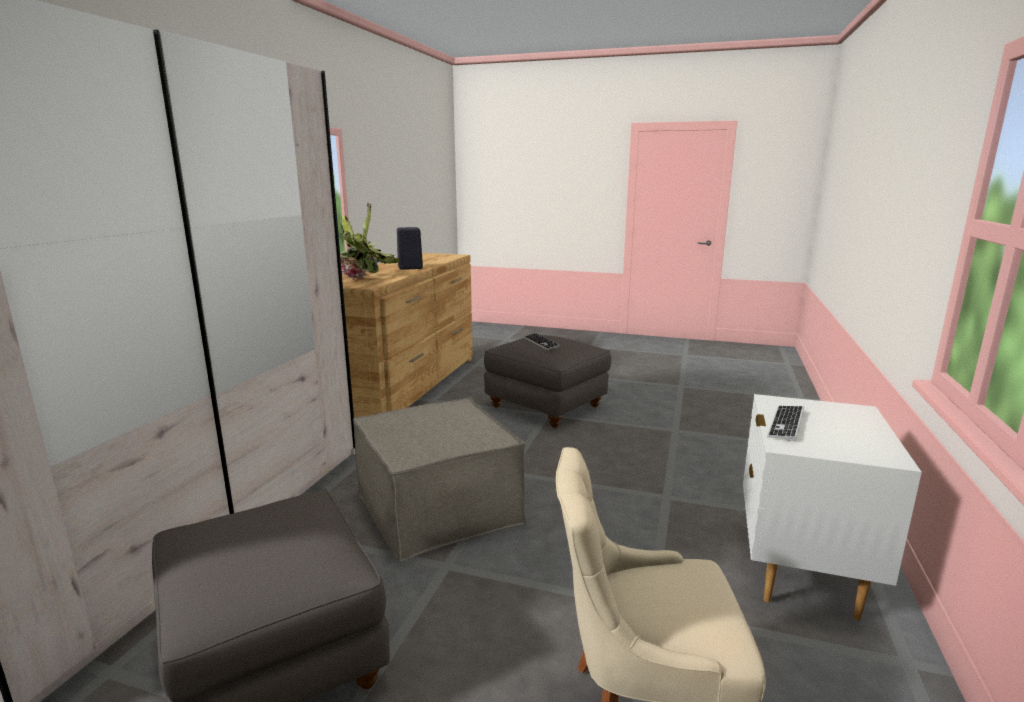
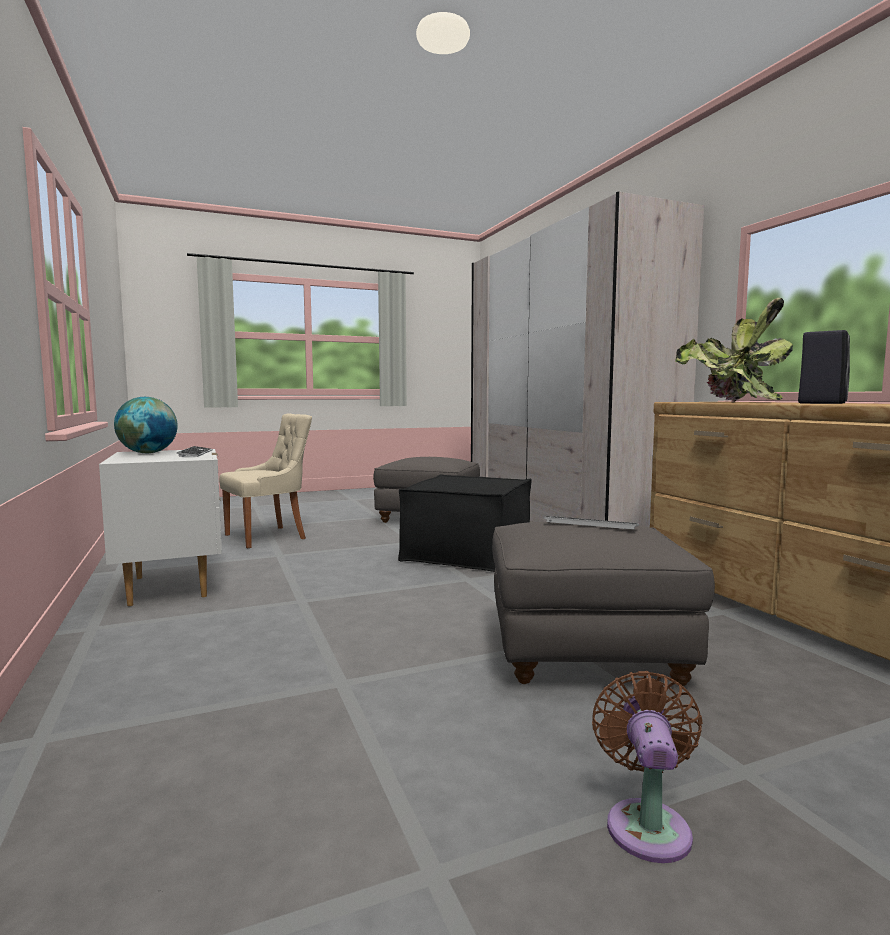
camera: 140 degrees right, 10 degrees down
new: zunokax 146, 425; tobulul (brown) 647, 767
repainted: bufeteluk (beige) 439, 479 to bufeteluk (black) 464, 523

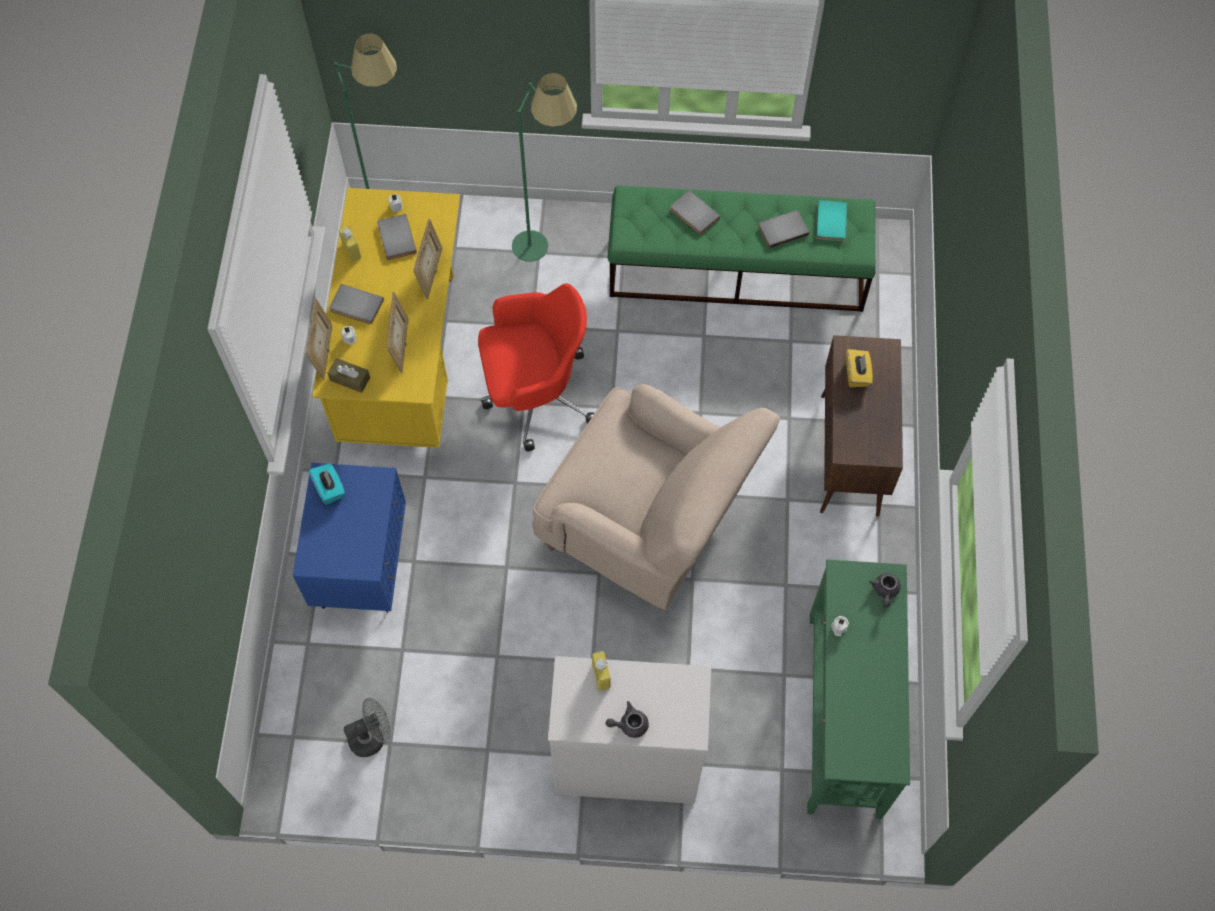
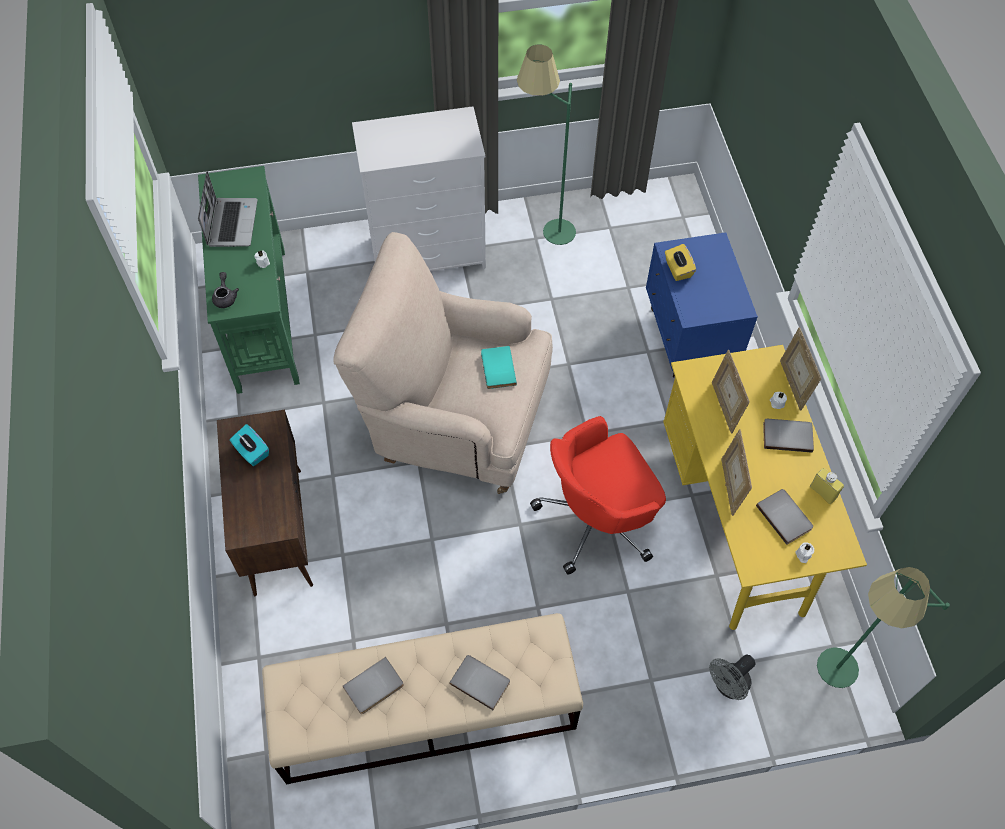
camera: 165 degrees right, 5 degrees down
gone: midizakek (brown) 349, 375; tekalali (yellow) 601, 671; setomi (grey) 627, 719
new: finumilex 228, 209
shifted: midizakek (turquoise) 327, 484 to 249, 445; tobulul (grey) 367, 727 to 732, 677; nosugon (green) 544, 167 to 546, 145; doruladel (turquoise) 831, 220 to 499, 367; midizakek (yellow) 859, 368 to 680, 262
repainted: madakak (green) 741, 248 to madakak (beige) 422, 698

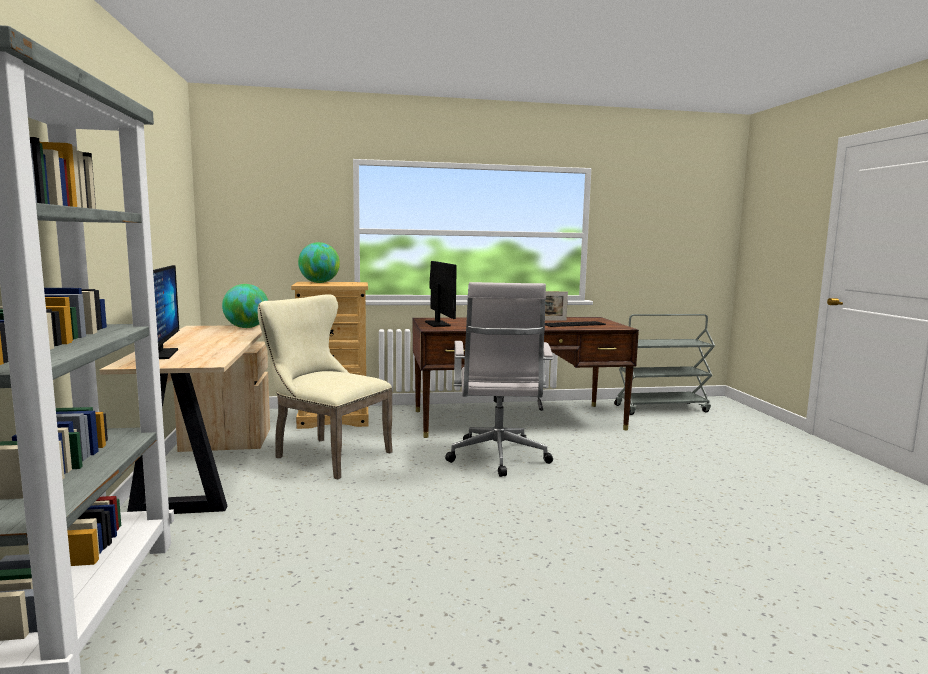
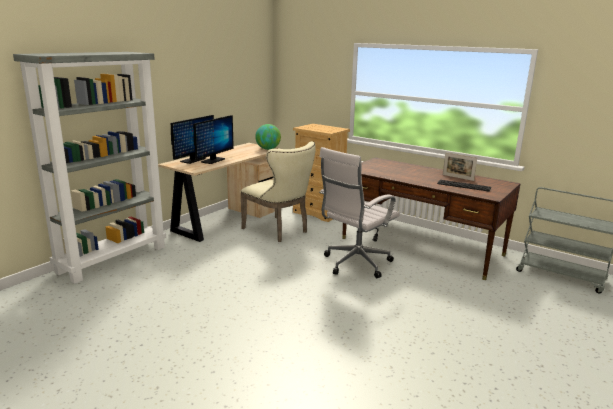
camera: 45 degrees right, 10 degrees up
gone: zunokax 319, 262
shifted: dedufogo 441, 294 to 213, 139
rotated: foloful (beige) 325, 386 = 278, 191 150 degrees clockwise

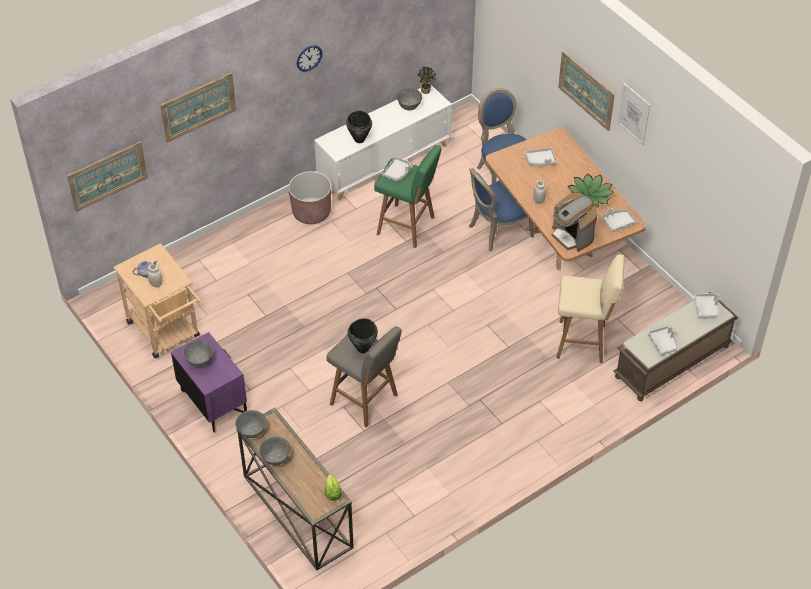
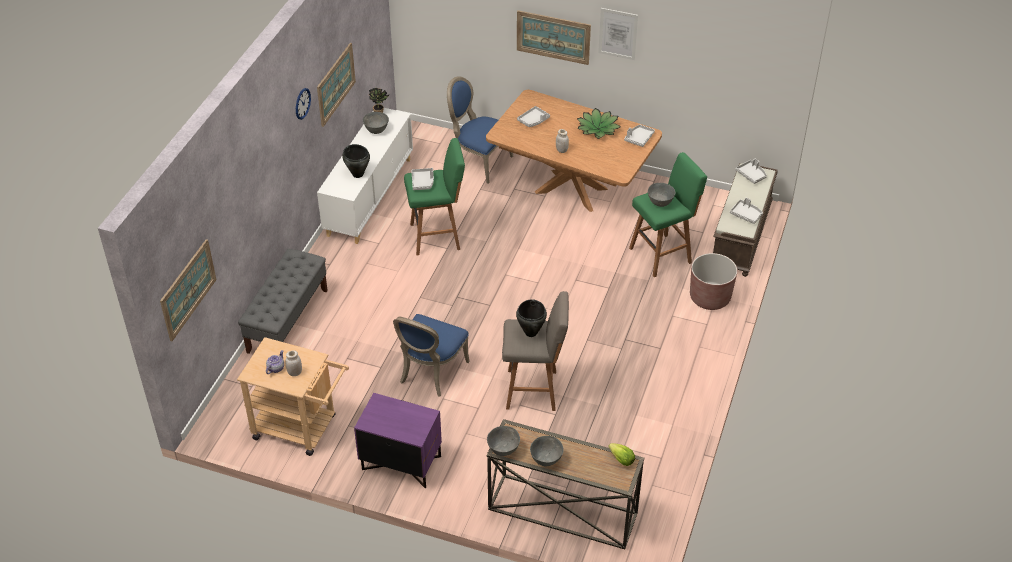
camera: 35 degrees left, 5 degrees down
gone: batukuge 574, 222
new: madakak (grey) 283, 301
shifted: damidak 198, 108 to 336, 85; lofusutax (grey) 198, 353 to 661, 195; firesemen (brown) 310, 197 to 713, 281; foloful (blue) 501, 210 to 431, 355
repainted: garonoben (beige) 590, 308 to garonoben (green) 668, 214

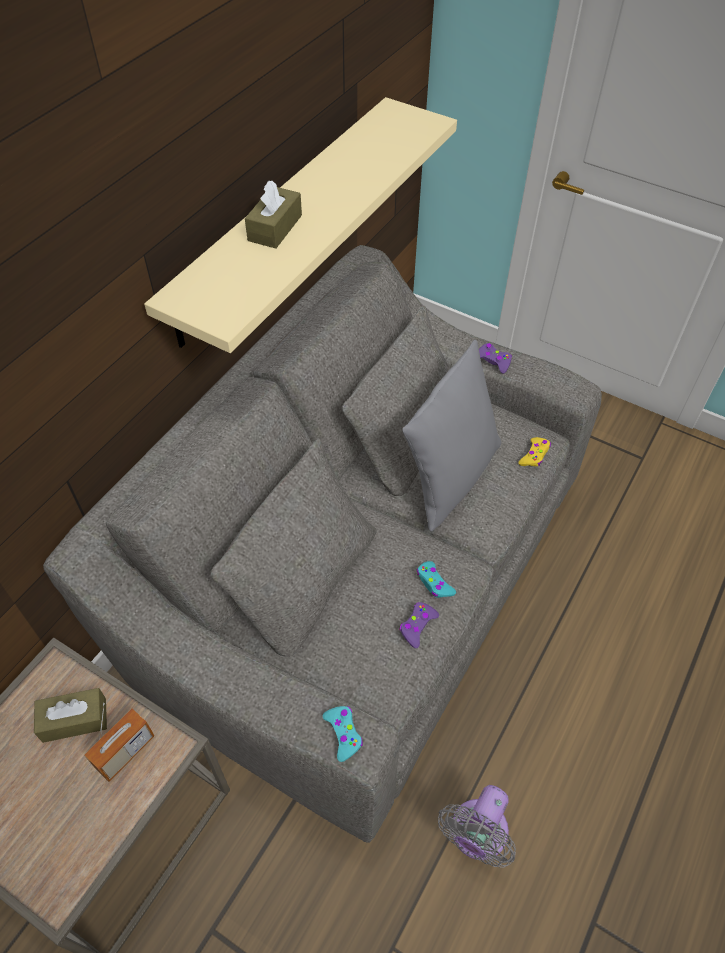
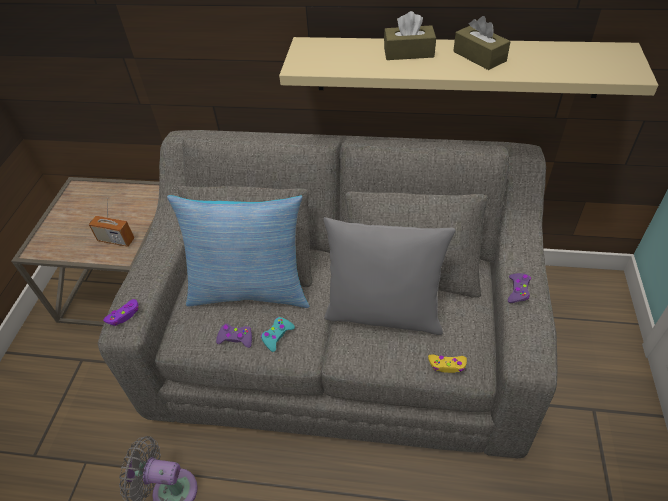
camera: 70 degrees right, 5 degrees down
new: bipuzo 238, 251
shifted: midizakek (brown) 70, 715 to 482, 43
repainted: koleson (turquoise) 343, 734 to koleson (purple) 120, 312

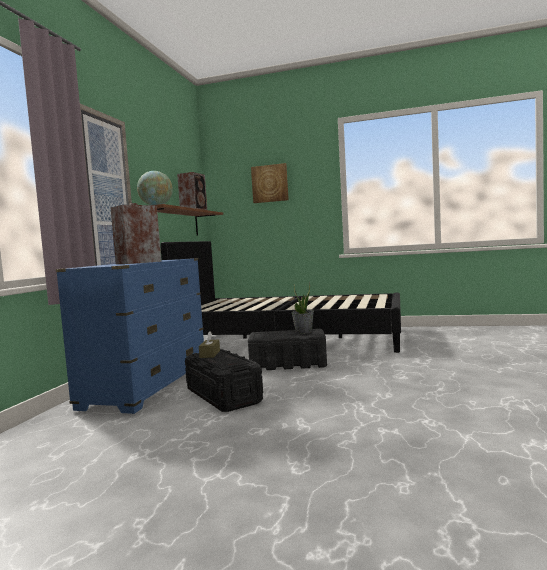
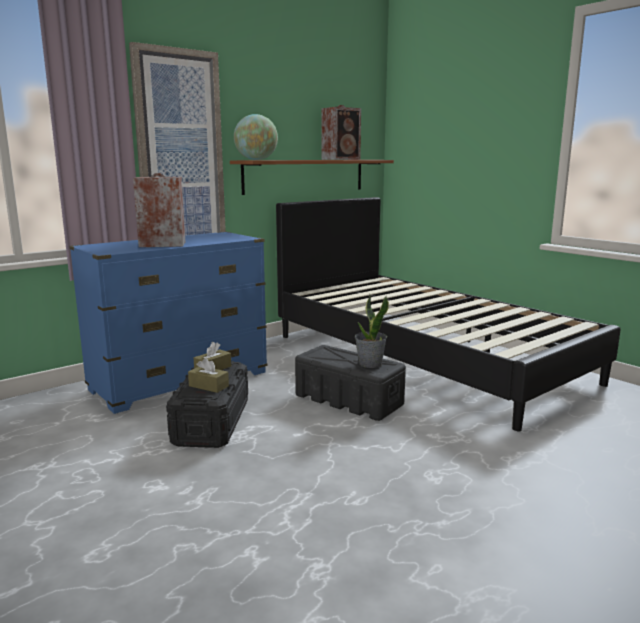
camera: 35 degrees right, 10 degrees up
gone: damidak 270, 183
new: midizakek (brown) 208, 375

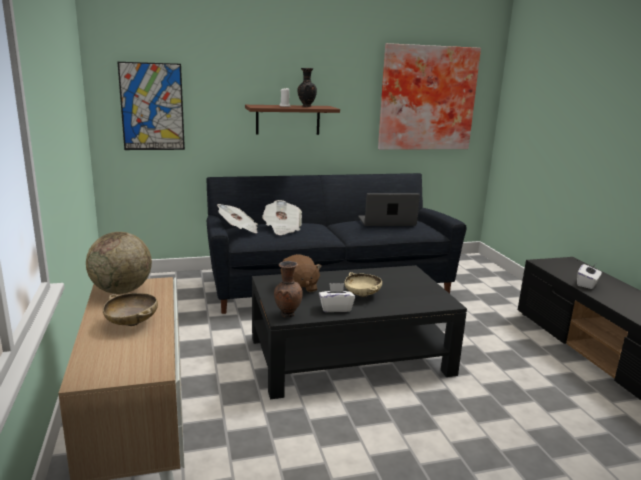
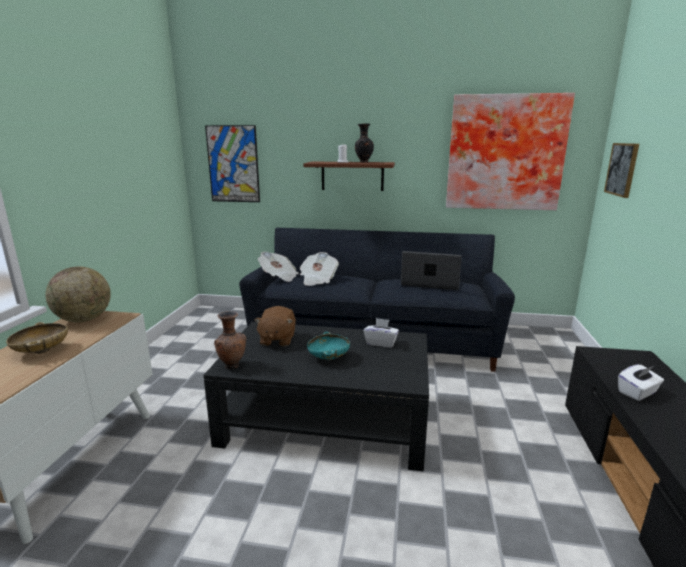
camera: 25 degrees right, 0 degrees up
new: damidak 621, 170
shifted: midizakek (white) 337, 297 to 381, 333
repainted: lofusutax (beige) 363, 284 to lofusutax (turquoise) 328, 346

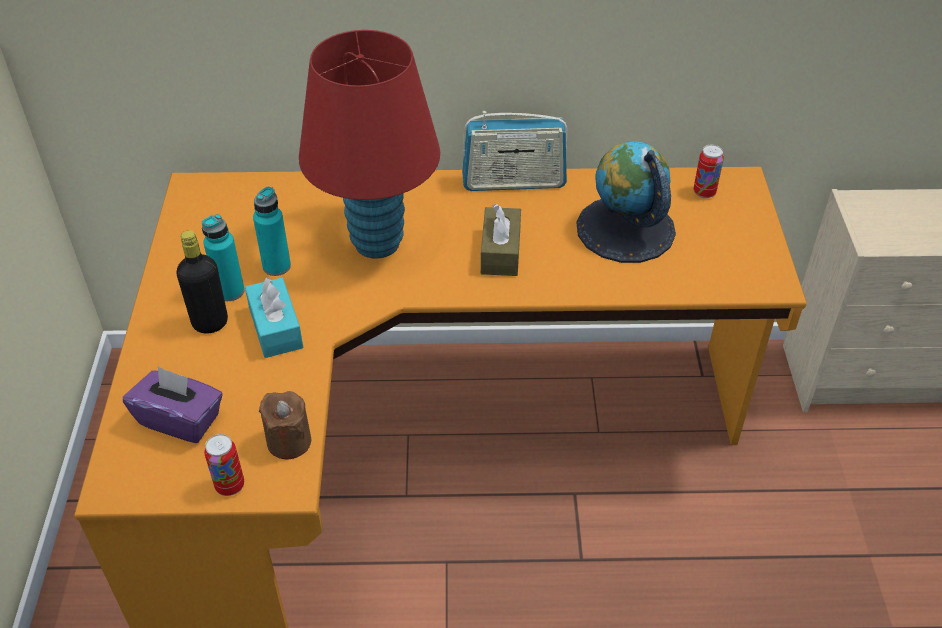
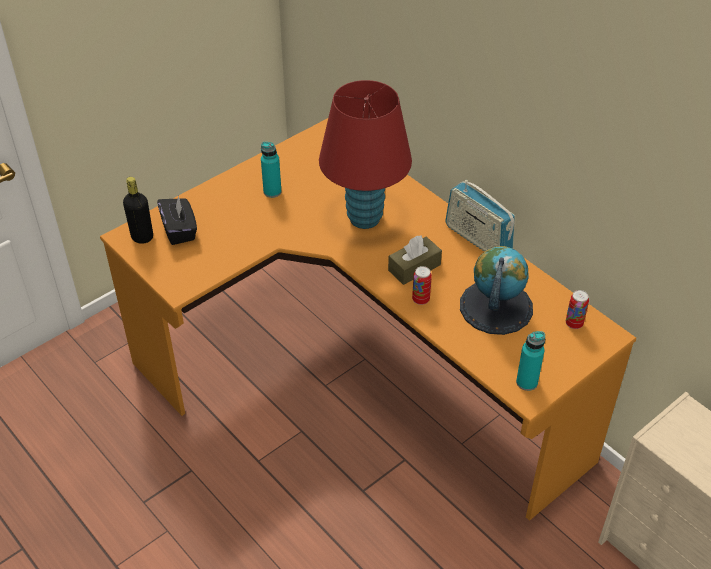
camera: 50 degrees right, 0 degrees up
gone: midizakek (turquoise) 274, 317; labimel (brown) 285, 425
shifted: tekalali (black) 202, 282 to 138, 210; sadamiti 224, 465 to 422, 285; tekalali (turquoise) 272, 231 to 530, 361
repainted: midizakek (purple) 173, 404 to midizakek (black) 177, 220

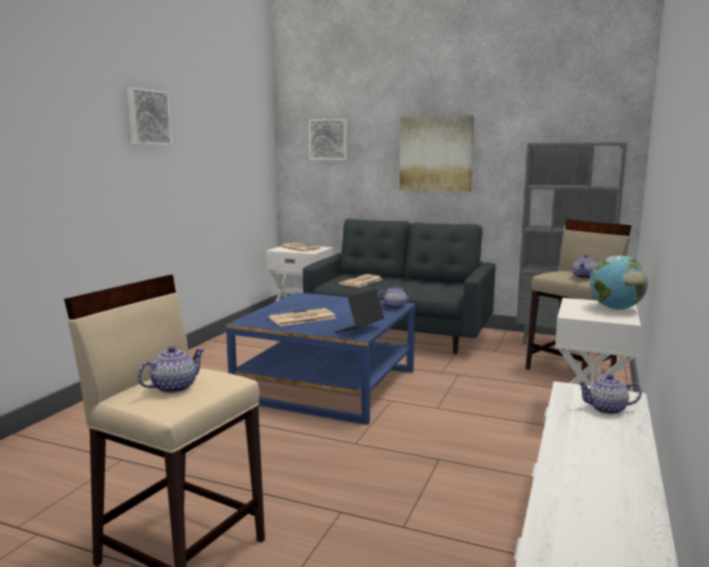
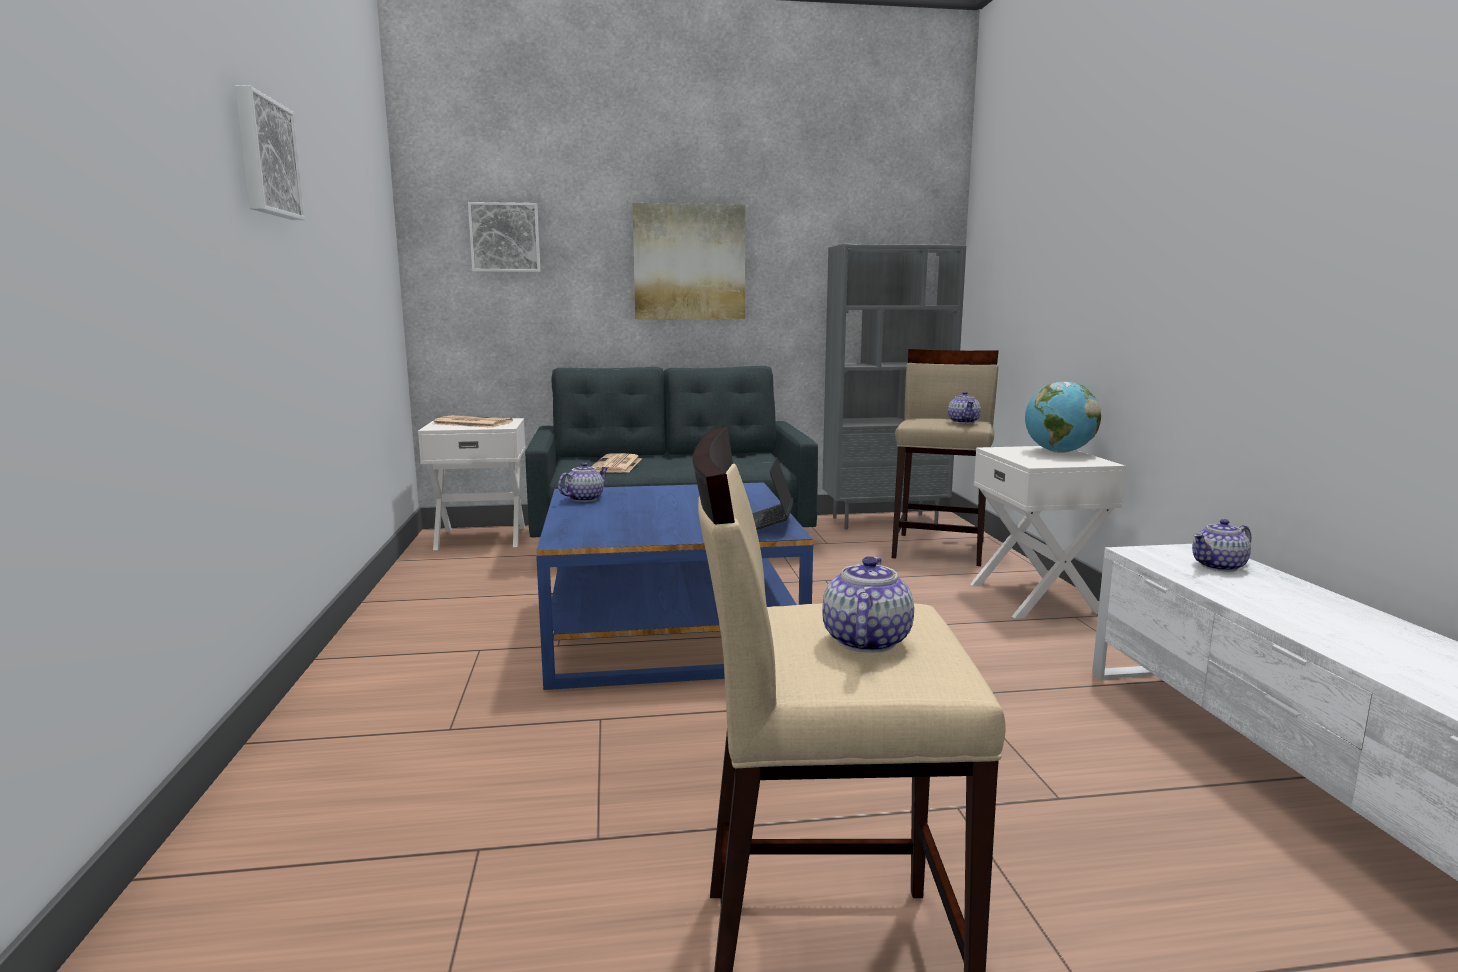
camera: 30 degrees left, 0 degrees up
gone: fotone 302, 317
shifted: setomi 395, 297 to 583, 482

